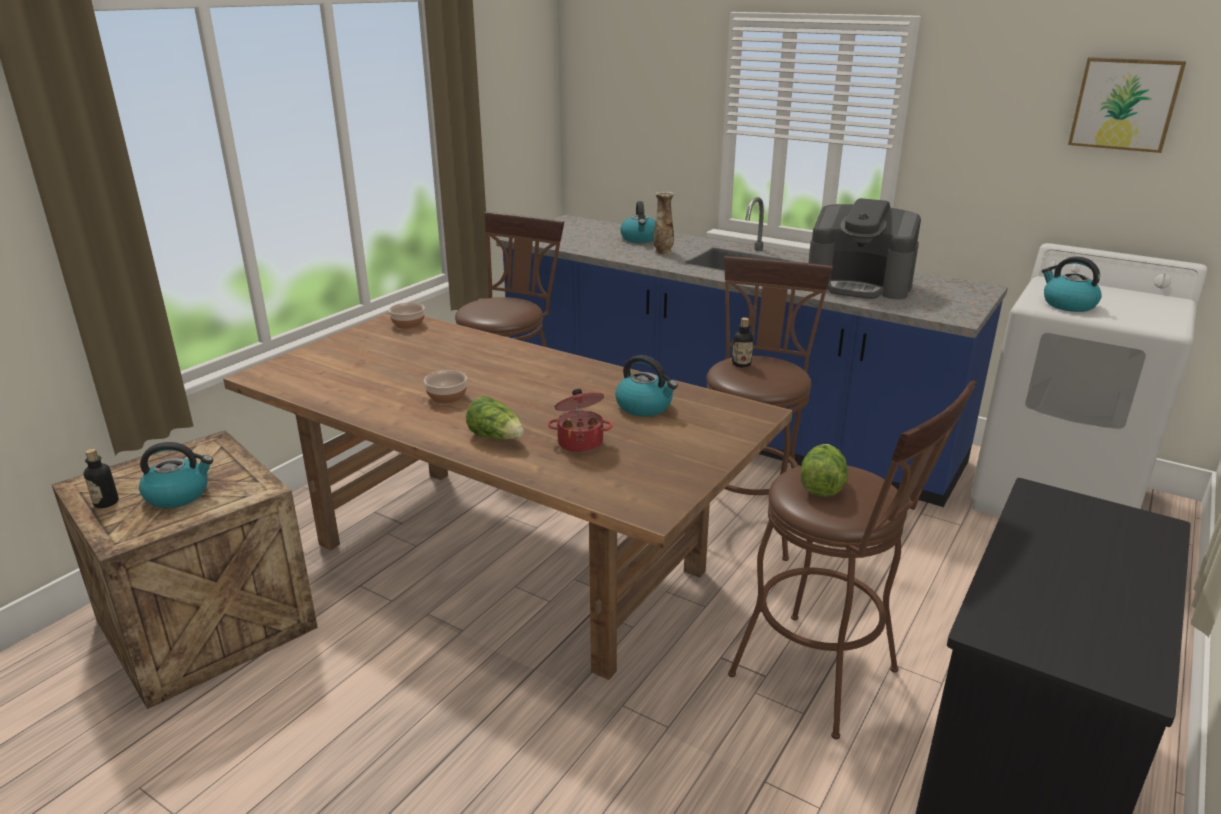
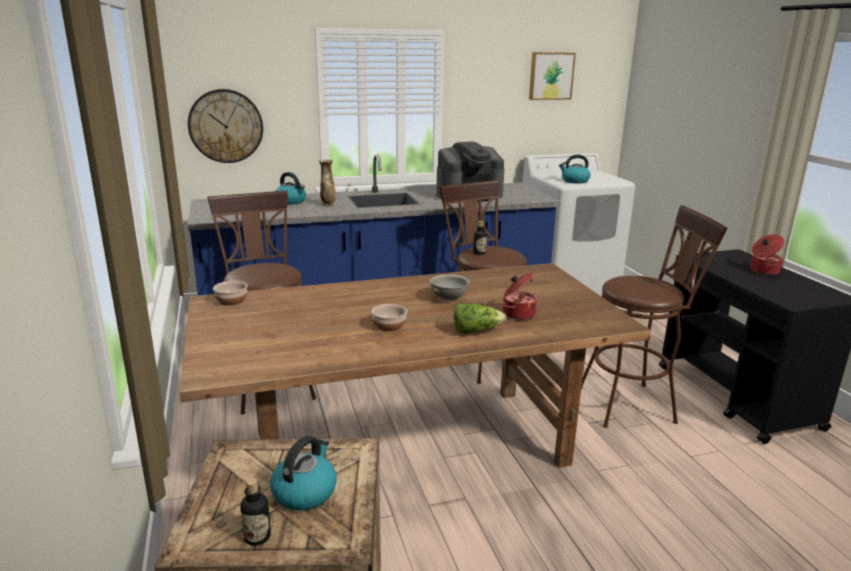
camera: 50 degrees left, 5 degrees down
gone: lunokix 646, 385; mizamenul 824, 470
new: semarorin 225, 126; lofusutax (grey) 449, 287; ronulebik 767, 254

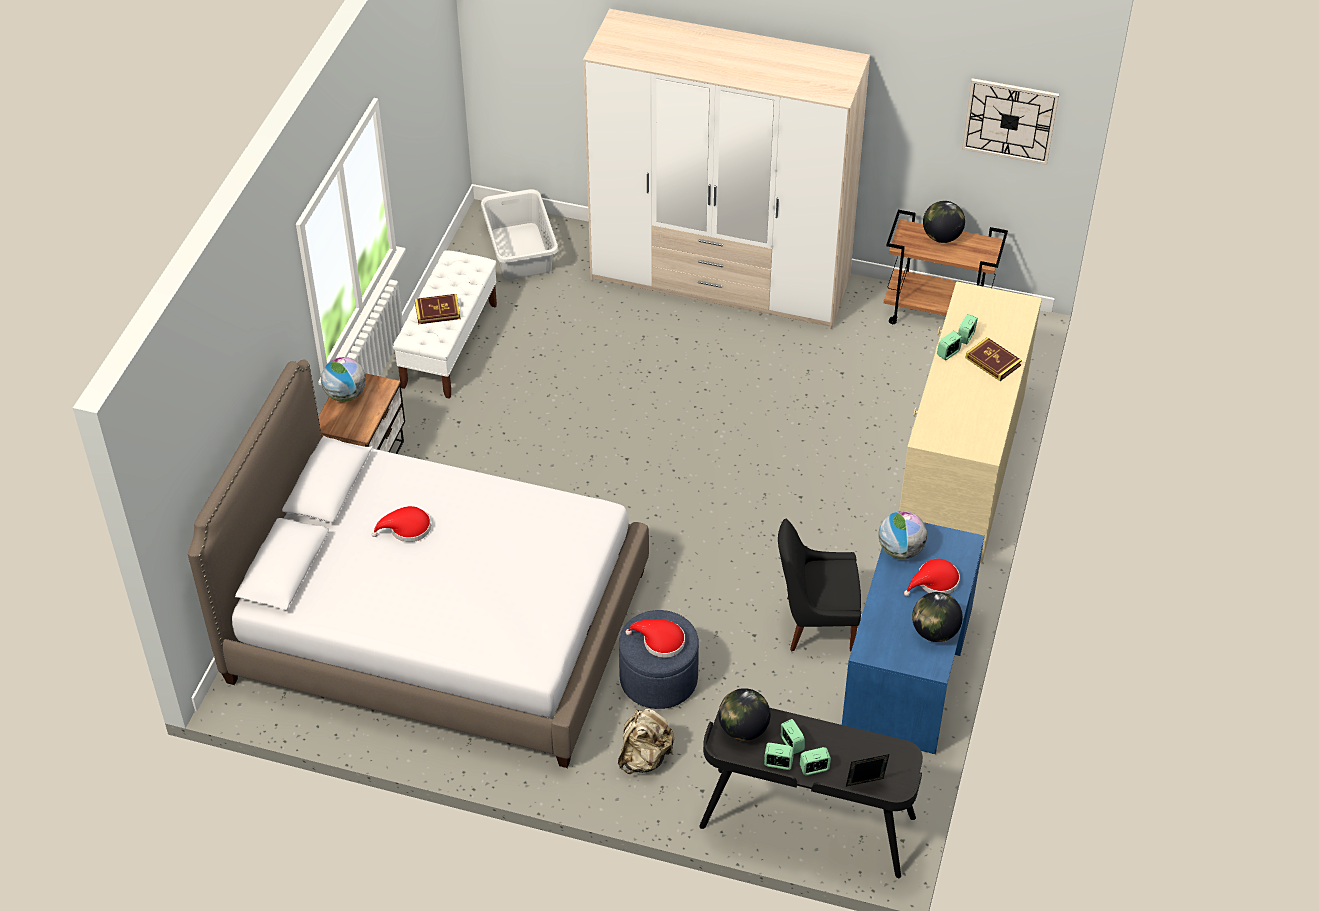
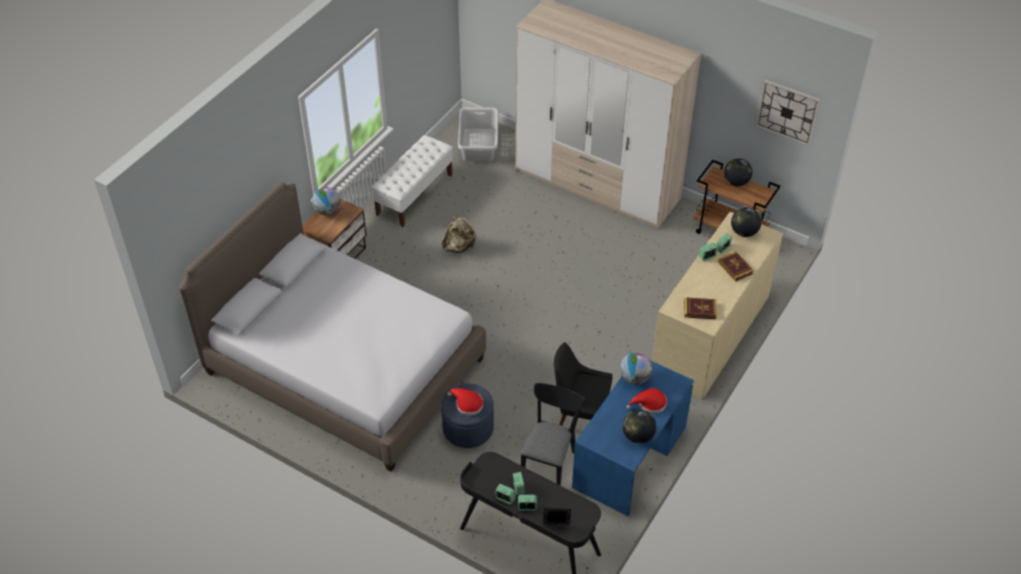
camera: 15 degrees right, 0 degrees up
gone: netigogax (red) 401, 524
new: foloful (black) 552, 434
shifted: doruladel 437, 309 to 700, 308; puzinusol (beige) 646, 741 to 459, 234; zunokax 744, 714 to 746, 222

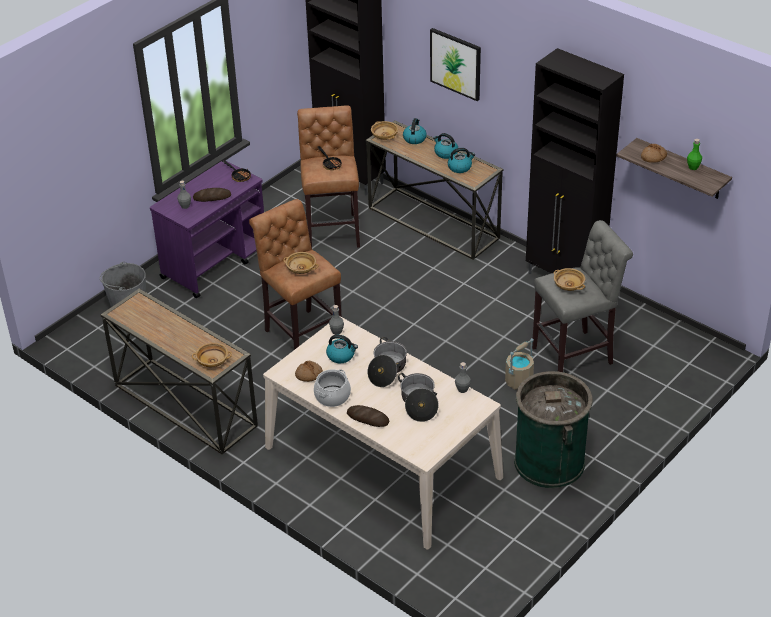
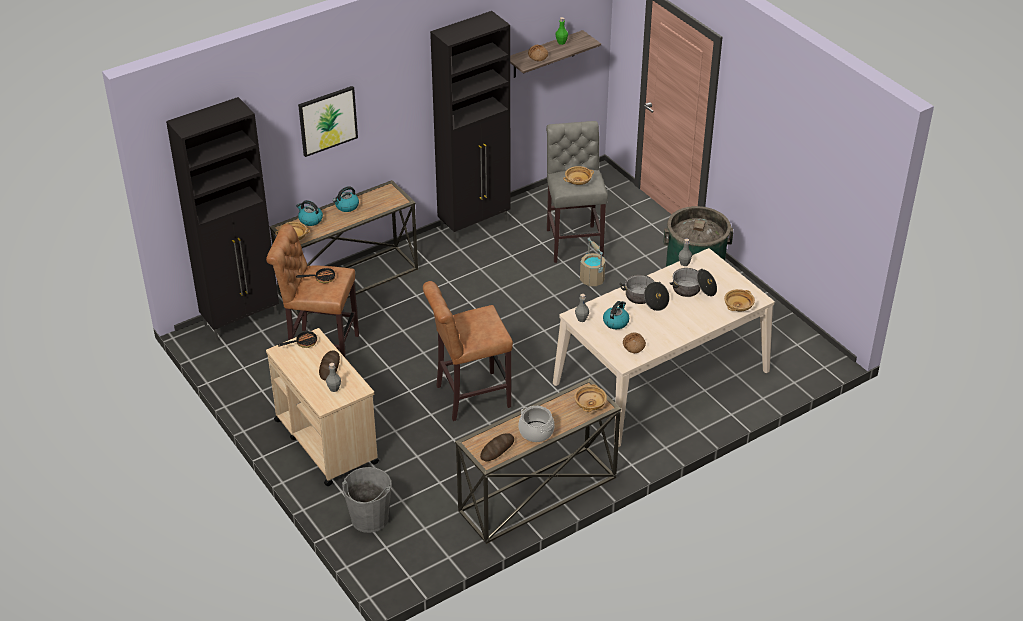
camera: 75 degrees left, 0 degrees up
gone: lunokix 461, 160
shifted: lofusutax (beige) 301, 263 to 739, 300; ronulebik 332, 388 to 536, 424; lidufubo 368, 416 to 497, 447
repainted: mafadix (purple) 207, 229 to mafadix (beige) 322, 407

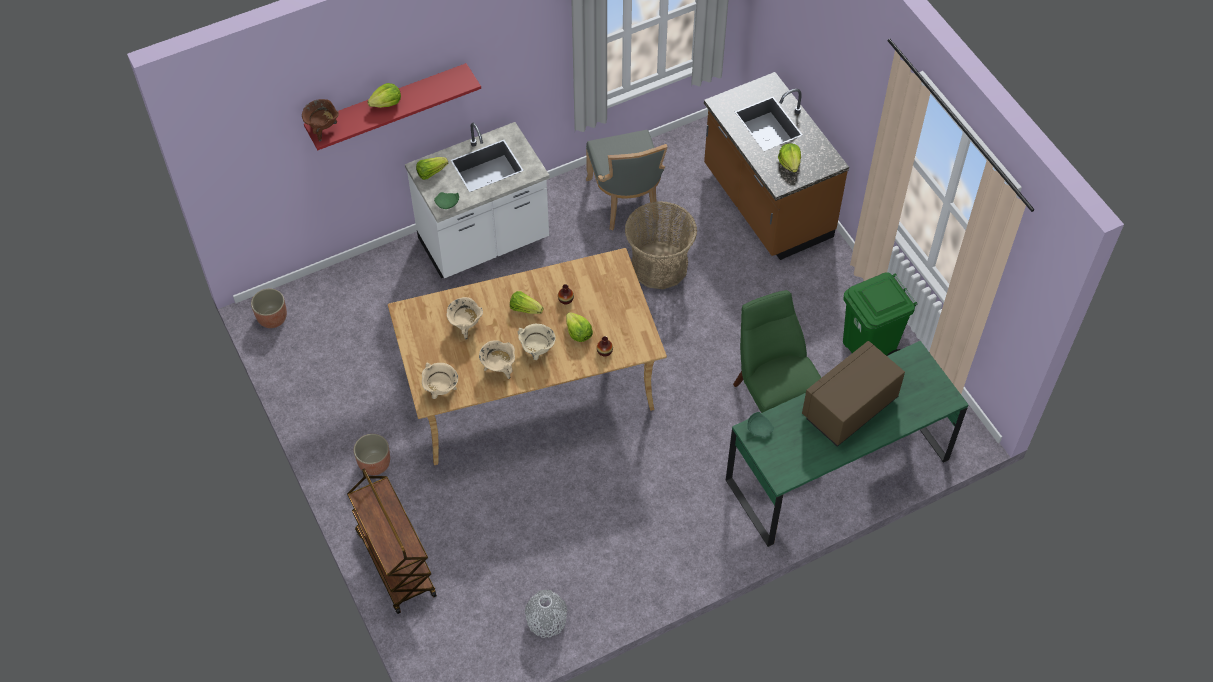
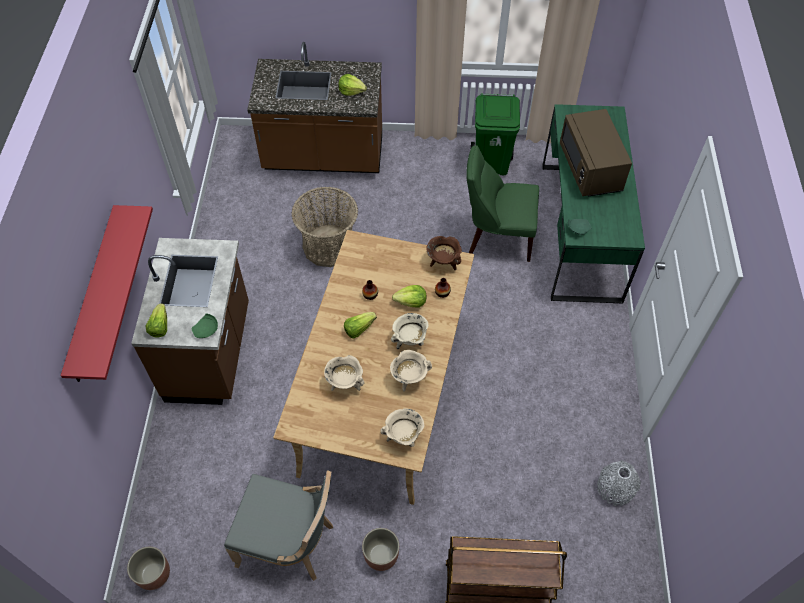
camera: 60 degrees left, 0 degrees up
gone: mizamenul 384, 95
shifted: ronulebik (brown) 320, 120 to 444, 253; foloful (grey) 626, 180 to 278, 525
repainted: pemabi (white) 477, 200 to pemabi (brown) 190, 321

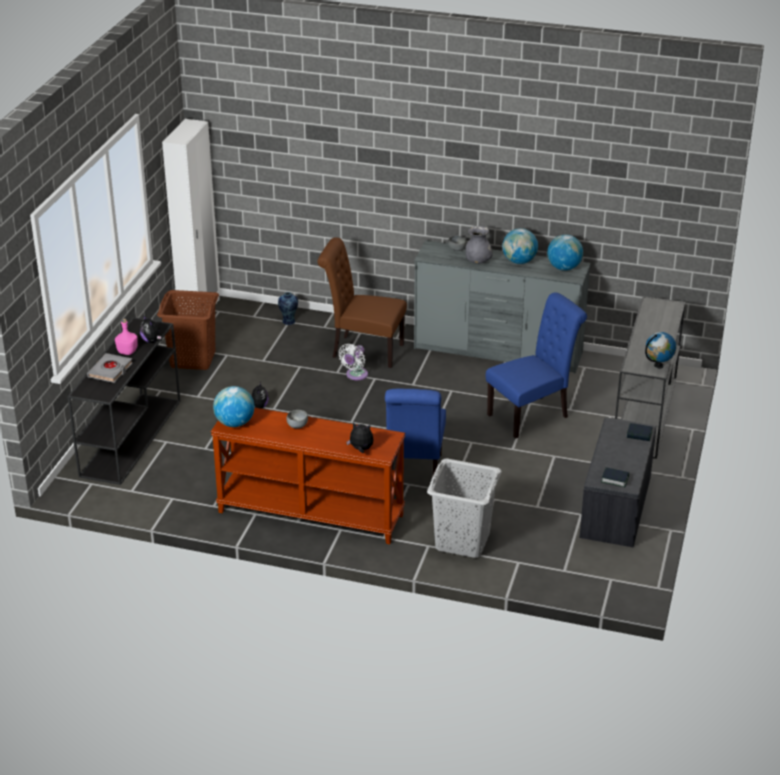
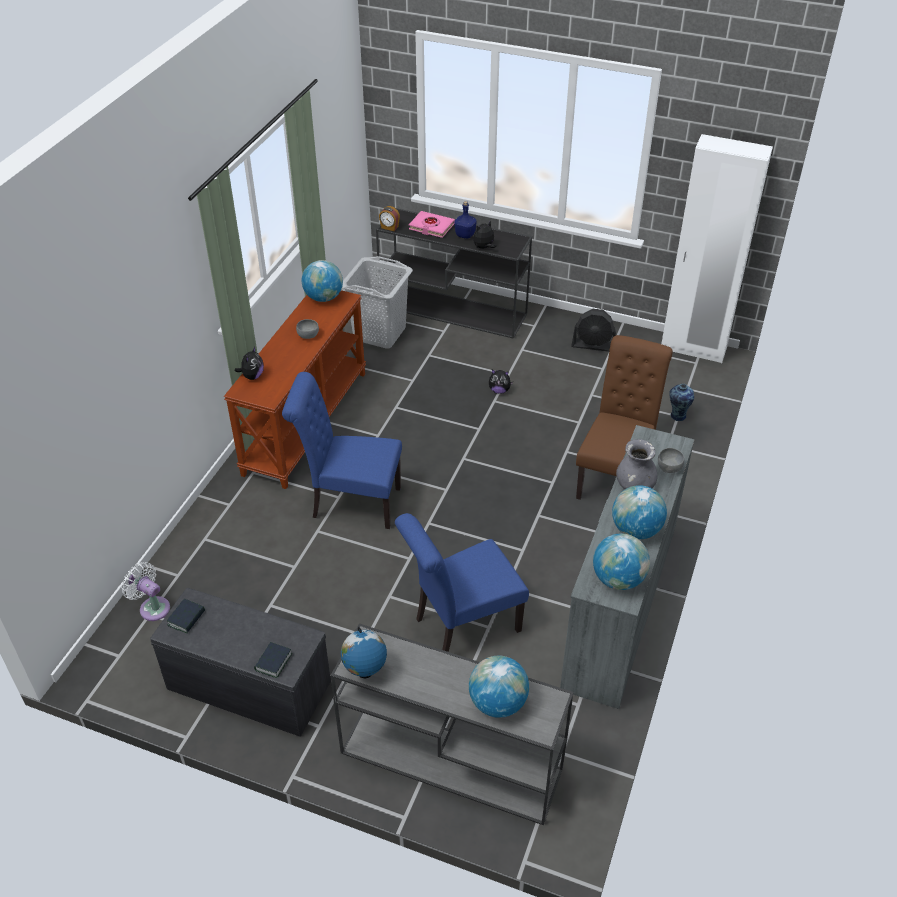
camera: 95 degrees right, 10 degrees up
new: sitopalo 389, 218; zunokax 499, 687
shifted: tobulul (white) 353, 362 to 145, 591; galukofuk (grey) 464, 508 to 377, 302
swapped: galukofuk (brown) 188, 330 to tobulul (black) 593, 330
repainted: doruladel (grey) 110, 368 to doruladel (pink) 432, 224; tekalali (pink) 126, 337 to tekalali (blue) 465, 220
rotated: foloful (blue) 536, 365 = 462, 582 90 degrees clockwise

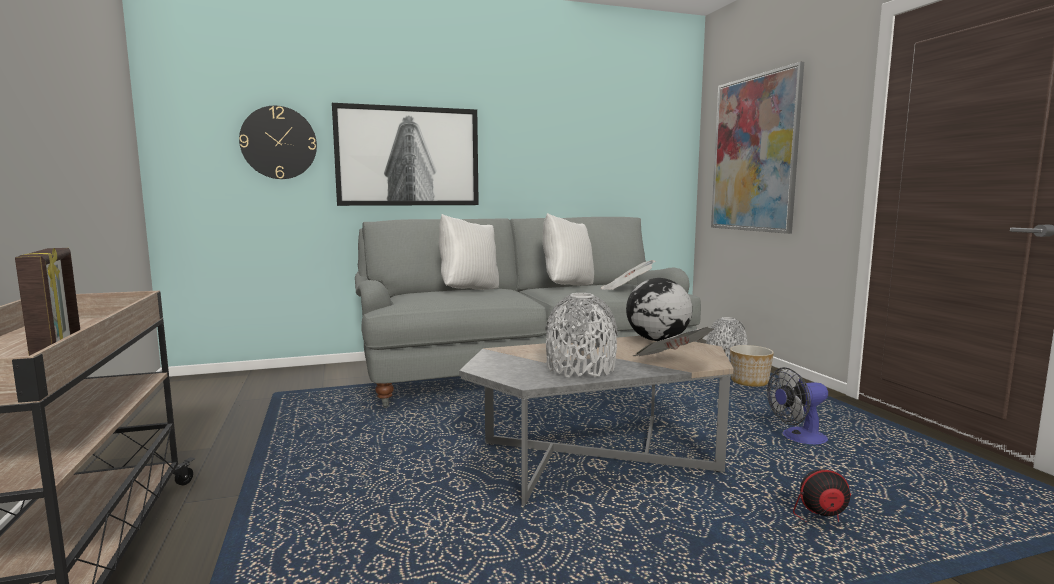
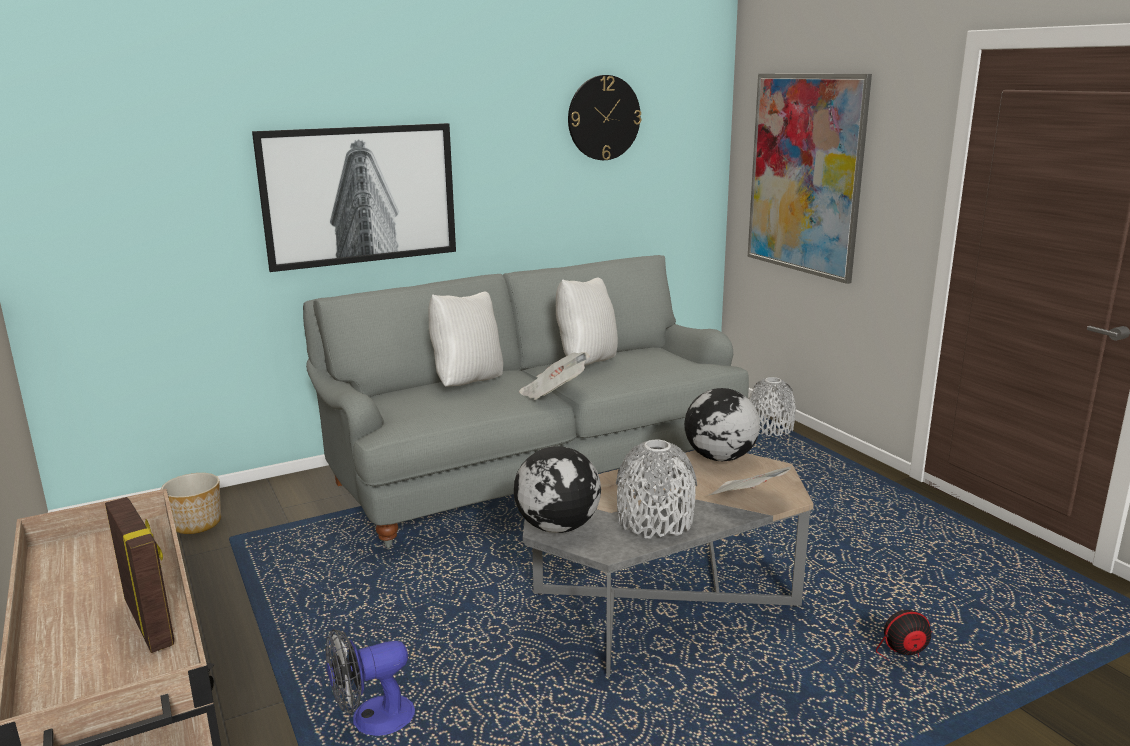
camera: 10 degrees left, 10 degrees up
new: zunokax 557, 489
shifted: semarorin 278, 142 to 604, 117; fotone 628, 275 to 554, 376; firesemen 752, 366 to 191, 503; tobulul 797, 405 to 370, 682

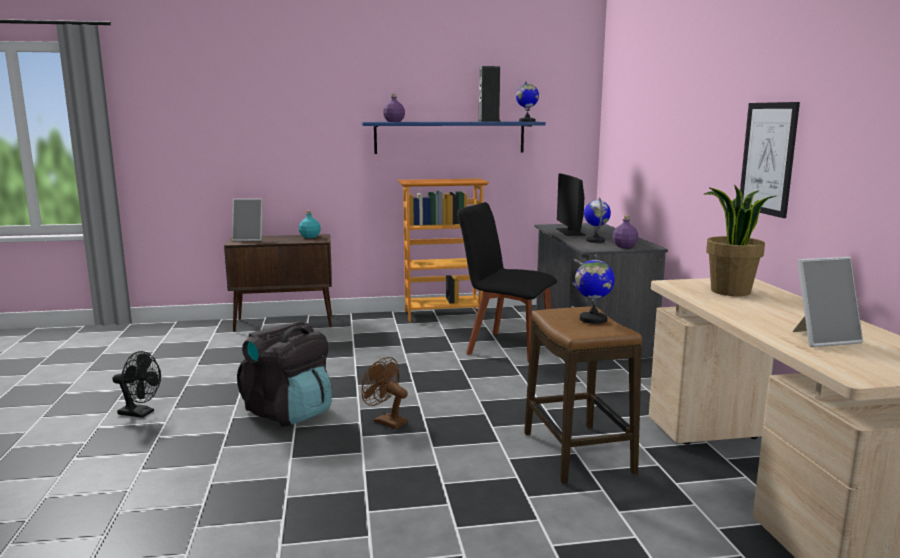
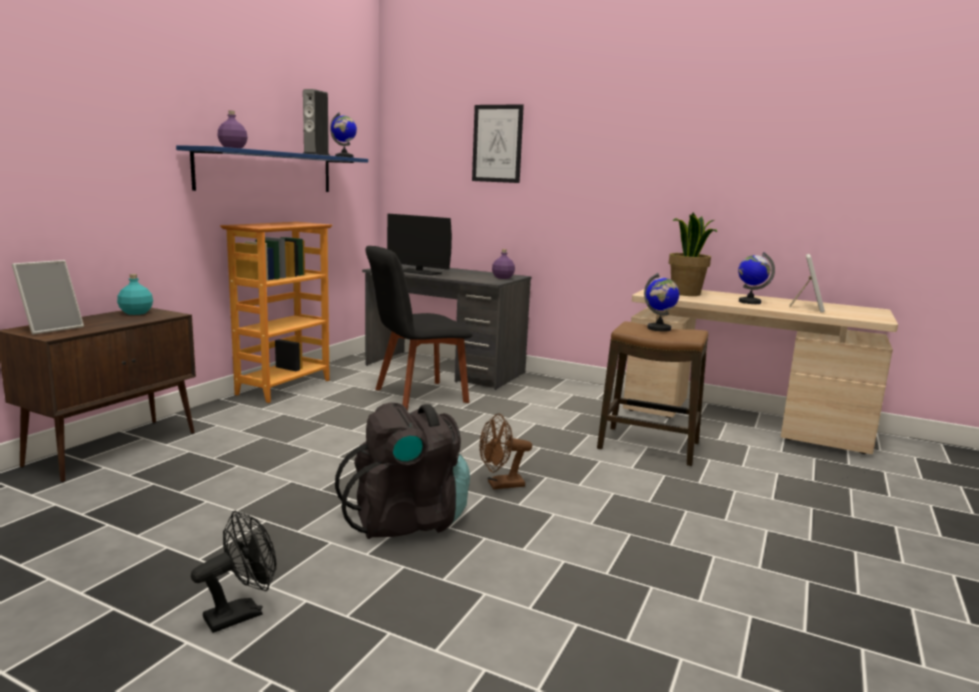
camera: 55 degrees left, 0 degrees up
shifted: zunokax 597, 220 to 756, 278; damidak 770, 160 to 498, 144

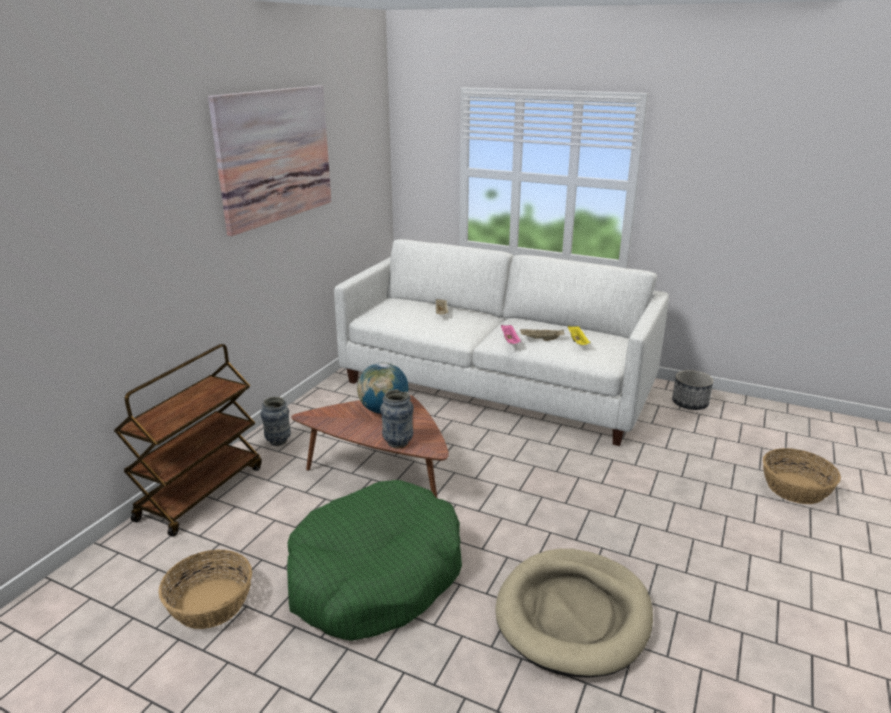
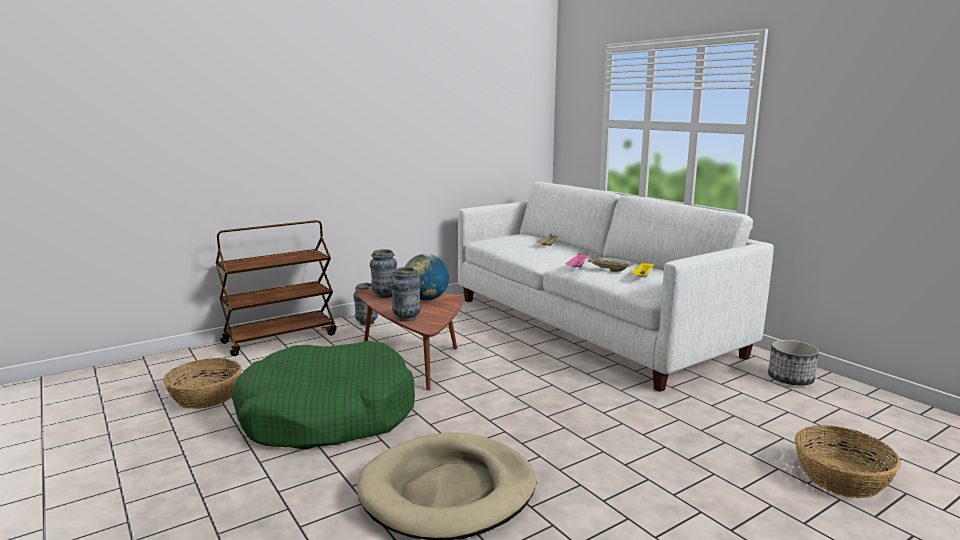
camera: 30 degrees right, 10 degrees down
gone: damidak 269, 160
new: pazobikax 383, 273

